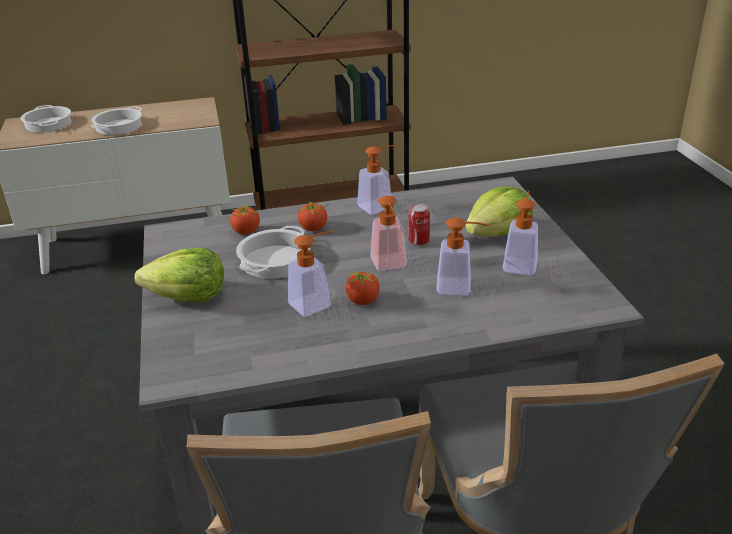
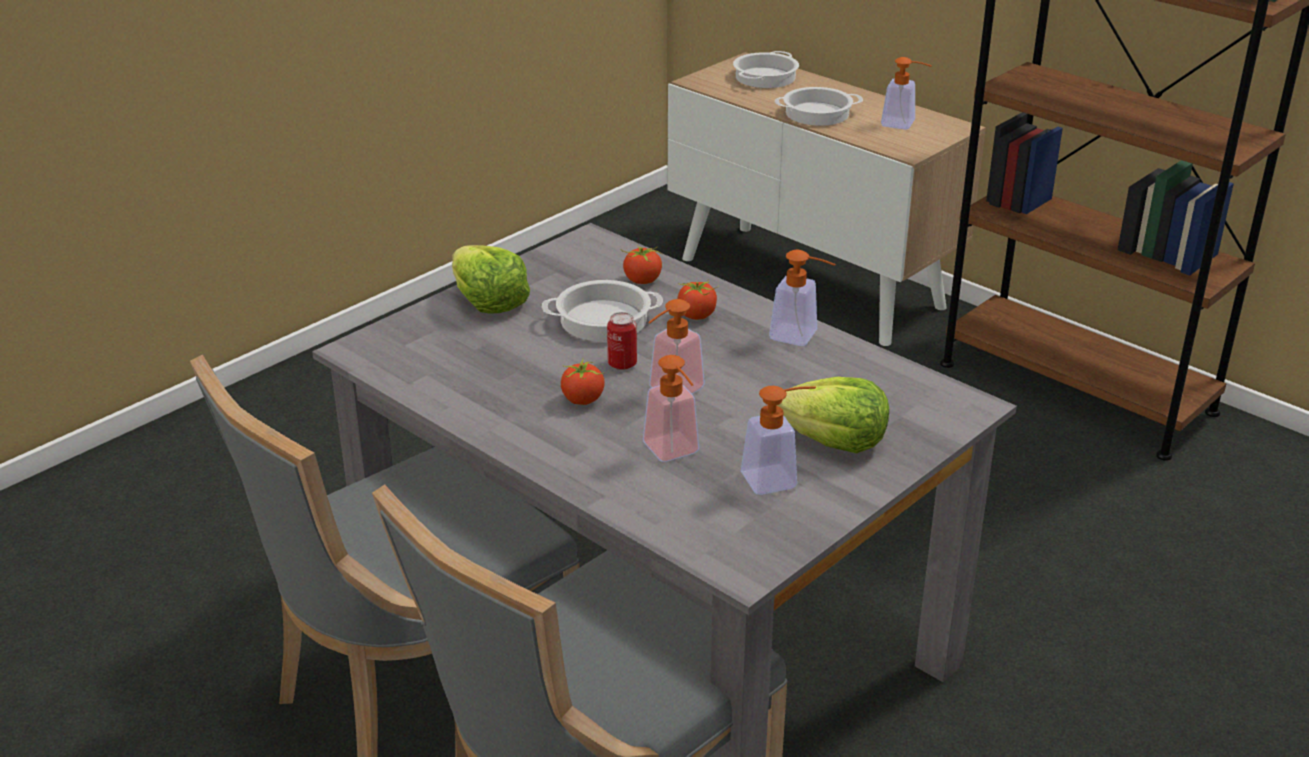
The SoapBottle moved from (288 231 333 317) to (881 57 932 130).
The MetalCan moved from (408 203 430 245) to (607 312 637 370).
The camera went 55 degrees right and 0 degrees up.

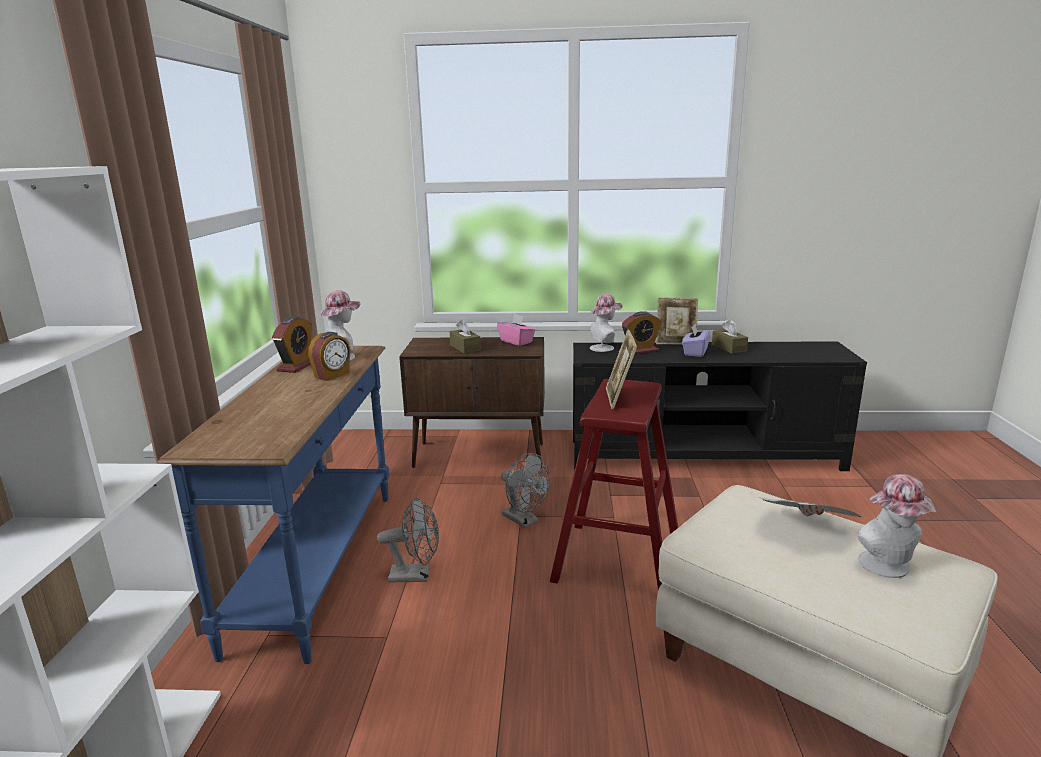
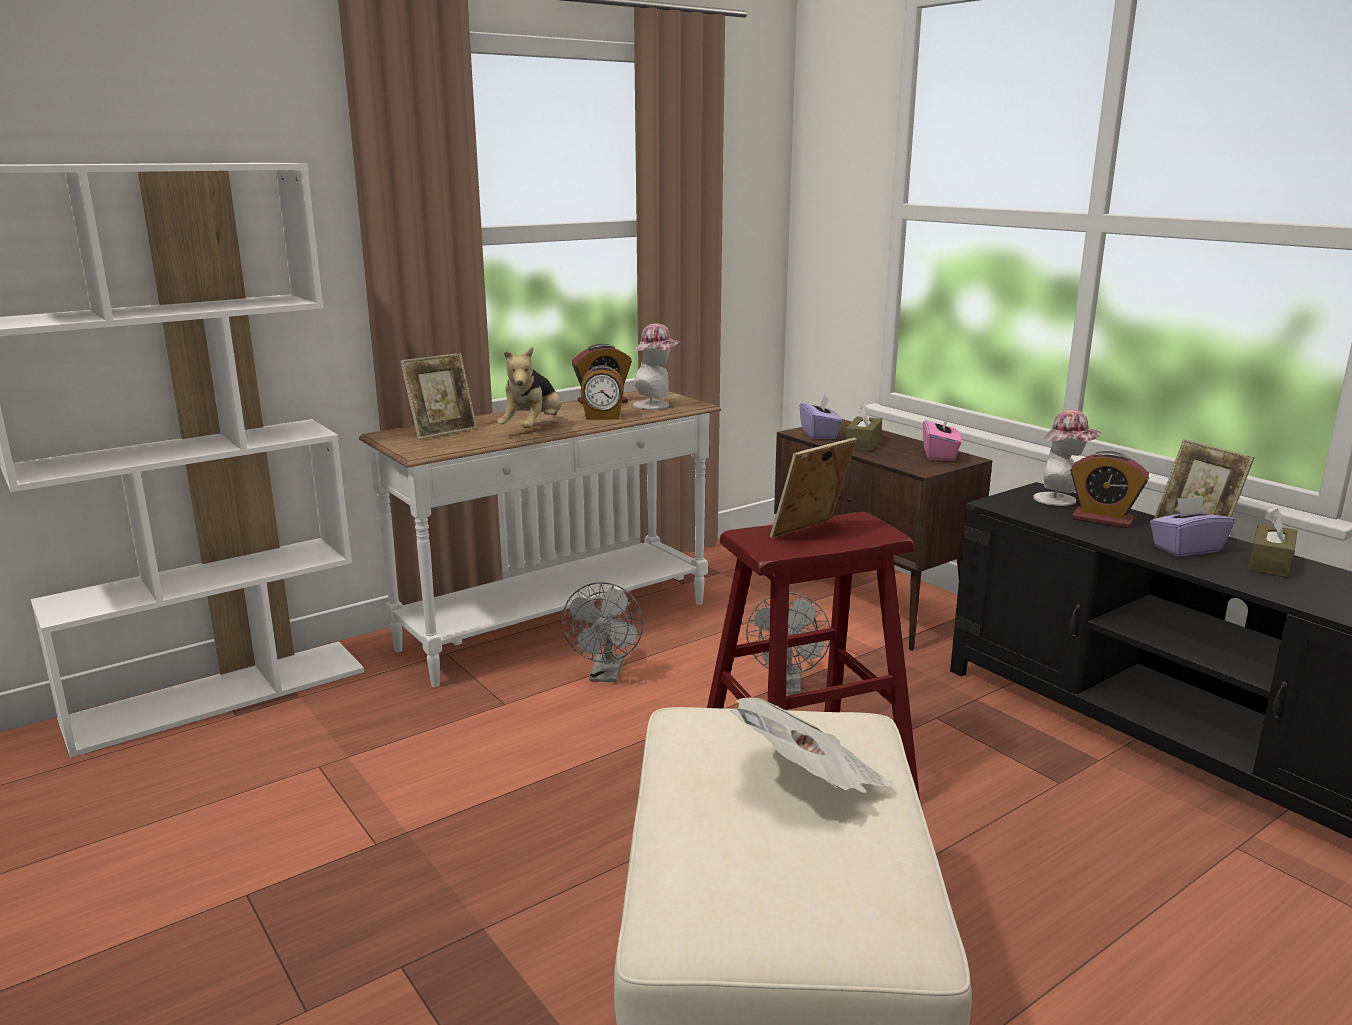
The BluishConsoleTable at (158 346 389 664) became the WhitishConsoleTable at (359 390 721 687).
The GreyElectricFan at (377 497 439 582) turned 45 degrees clockwise.
The Hat at (858 474 936 578) disappeared.
The StandingFrame at (400 353 477 440) appeared.
The SoftToy at (497 347 561 429) appeared.
The PurplishTissueBox at (800 394 842 439) appeared.
The camera went 50 degrees right and 0 degrees up.

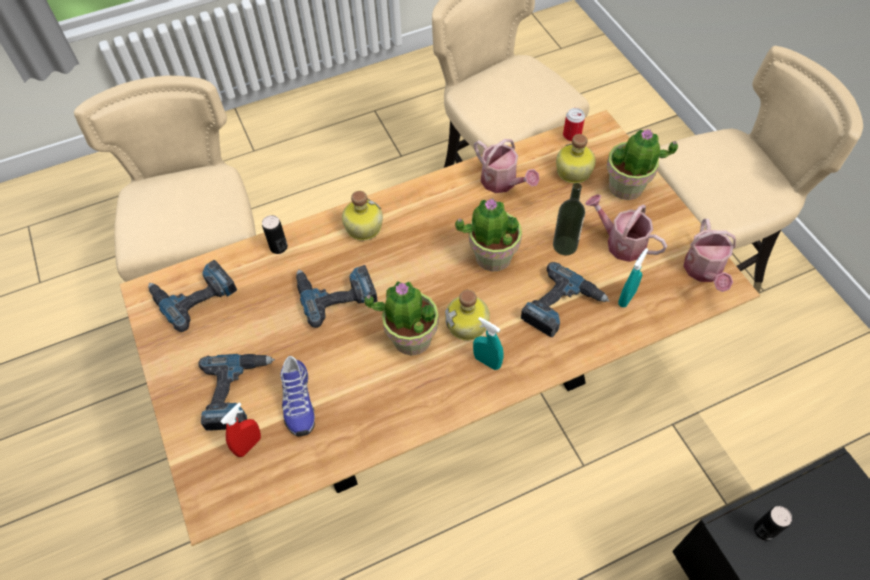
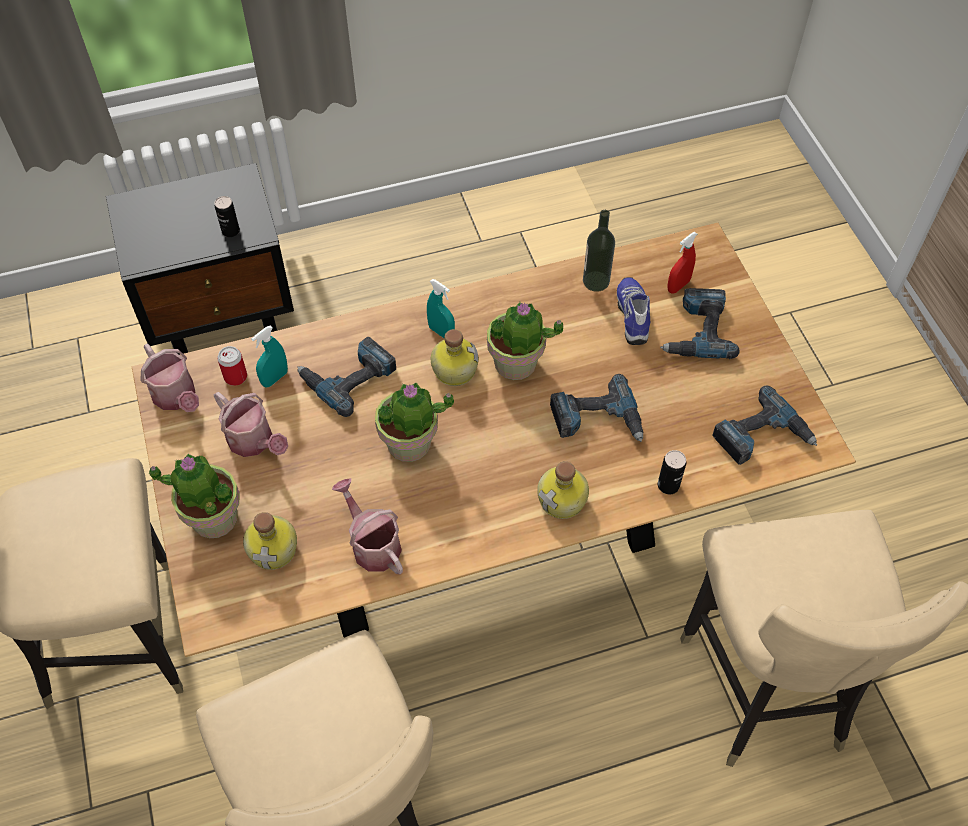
The BeverageBottle moved from (553 183 585 255) to (583 210 615 292).
The MetalCan moved from (563 108 585 141) to (217 346 247 386).
The SprinklingCan at (683 219 736 292) turned 135 degrees clockwise.
The camera went 175 degrees left and 0 degrees up.

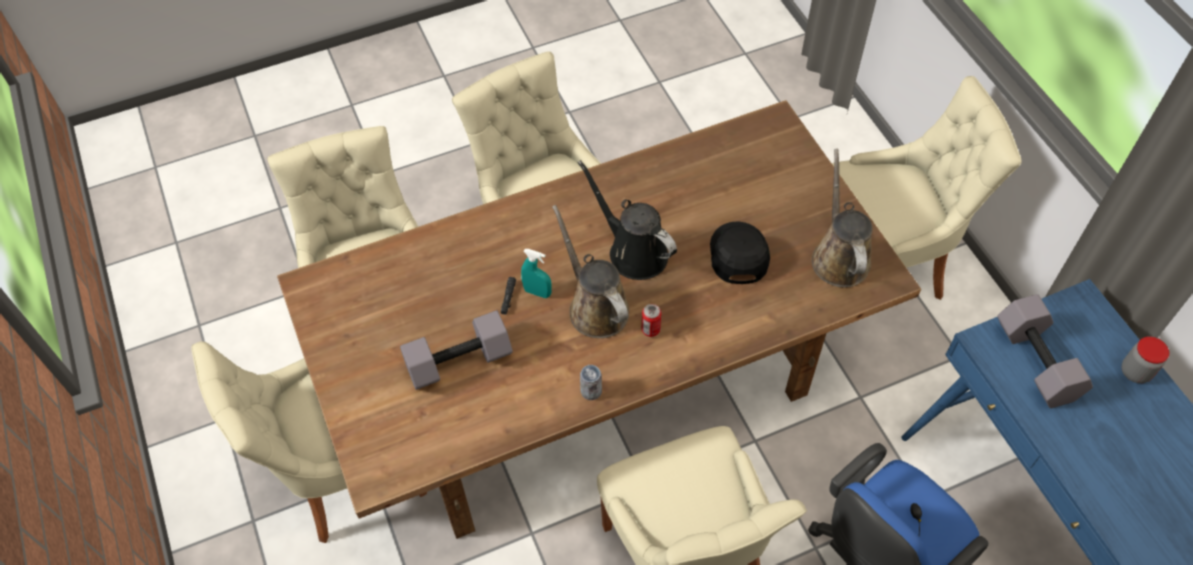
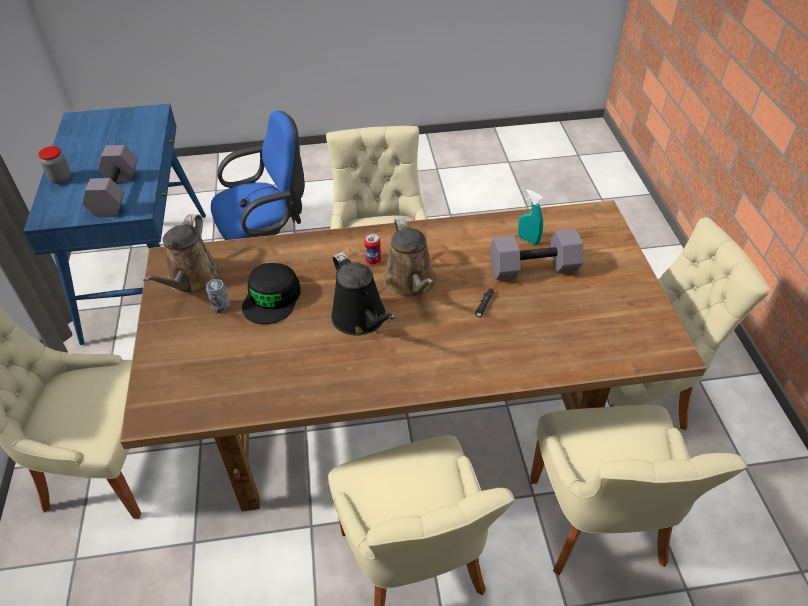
The BlueGreenSprayBottle moved from (521 249 552 298) to (518 189 543 245).
The MetalCan moved from (580 365 602 400) to (206 279 230 313).
The camera went 165 degrees left and 10 degrees down.

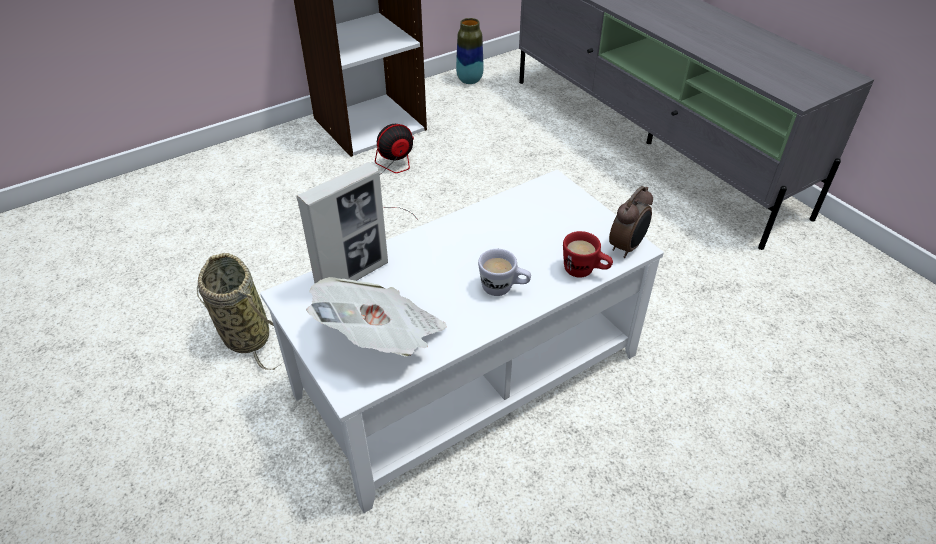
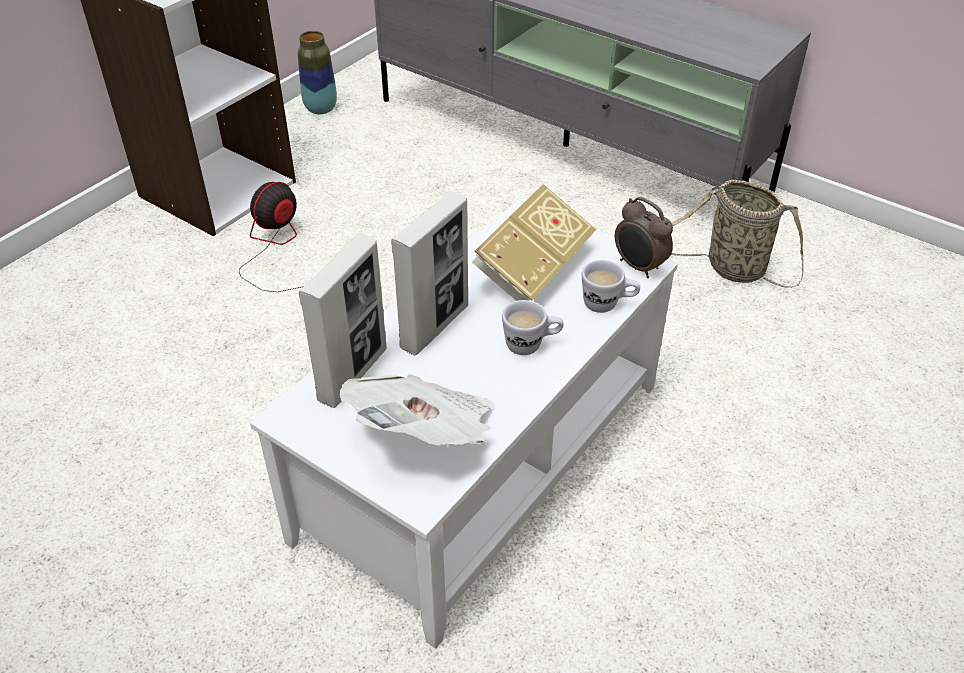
The Basket moved from (197 253 284 370) to (671 180 804 288).
The ReddishTeaMug at (563 231 613 278) became the WhitishTeaMug at (582 260 640 313).
The BedsideClock at (609 186 653 258) turned 120 degrees clockwise.
The StandingFrame at (391 191 468 355) appeared.
The Volume at (472 184 596 301) appeared.
The camera went 20 degrees left and 0 degrees up.

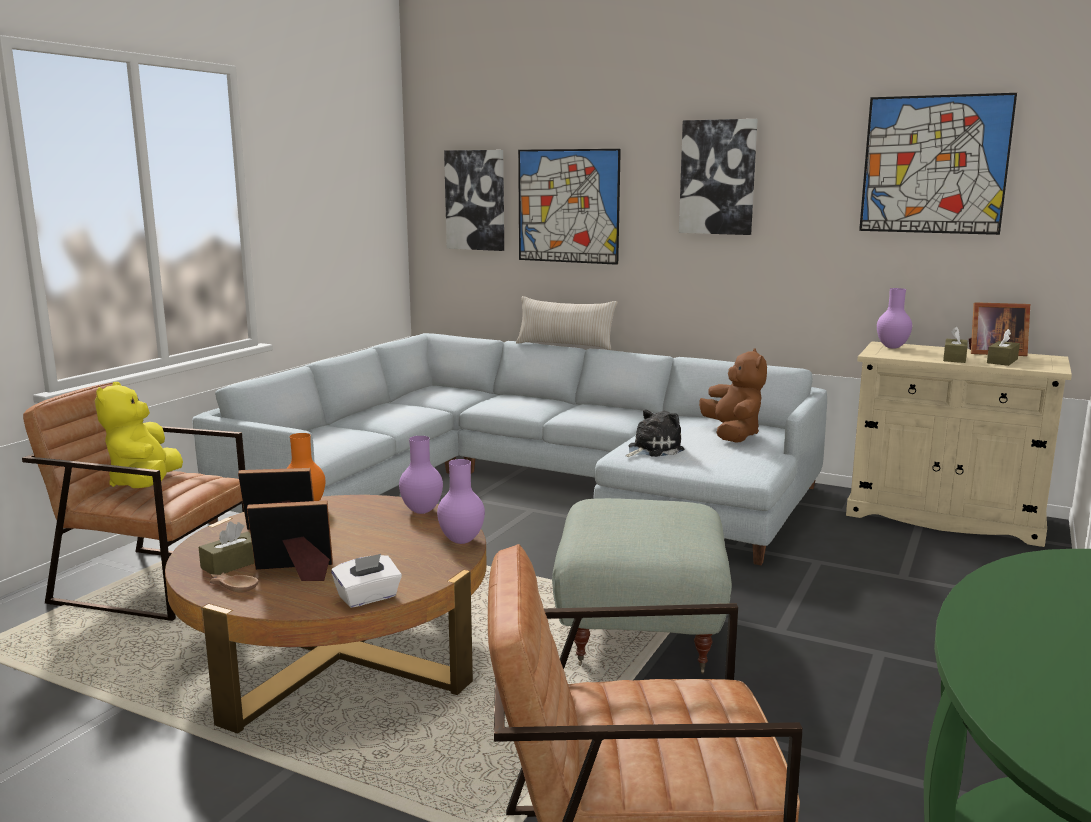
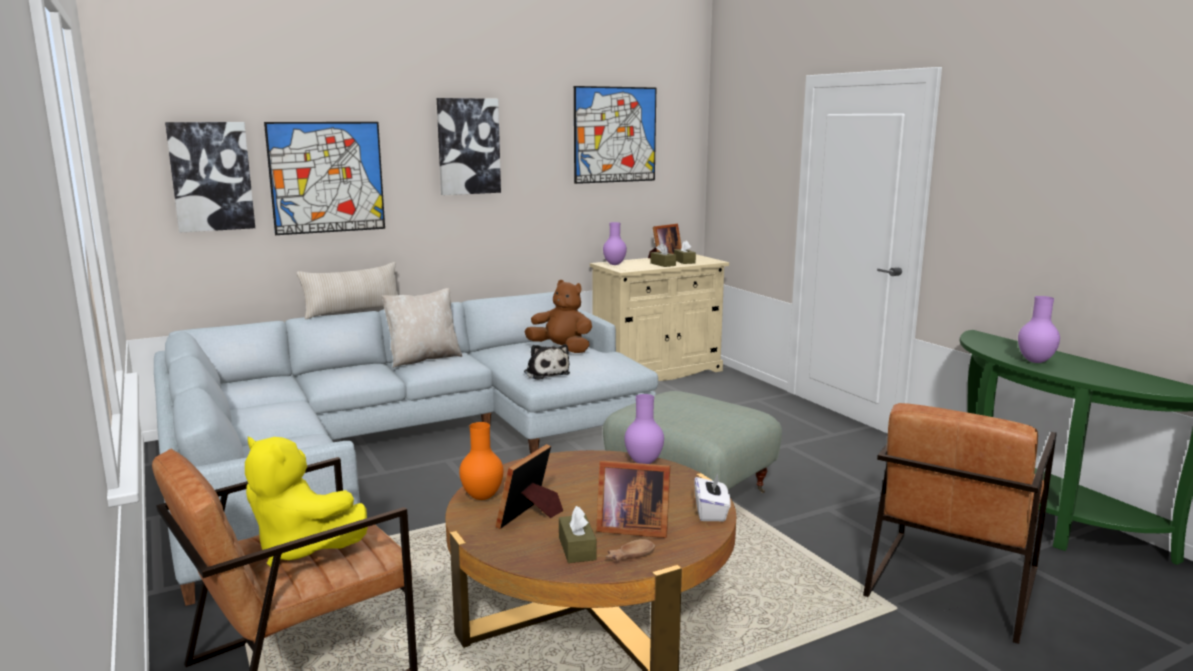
The StandingFrame at (247 500 333 581) turned 105 degrees counterclockwise.
The PurplishDecorativeVase moved from (399 436 443 514) to (1018 296 1060 363).
The SoftToy at (626 409 685 457) turned 150 degrees clockwise.
The BeigeColouredThrowPillow at (382 288 462 368) appeared.
The camera went 55 degrees left and 0 degrees up.

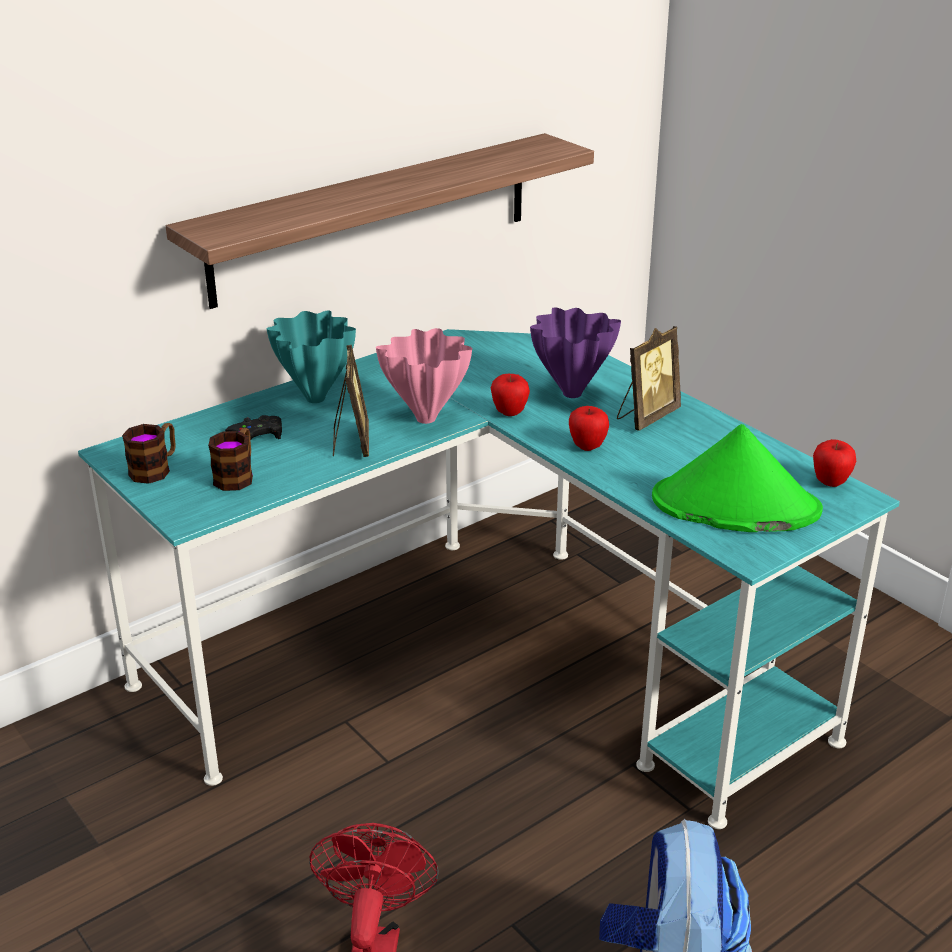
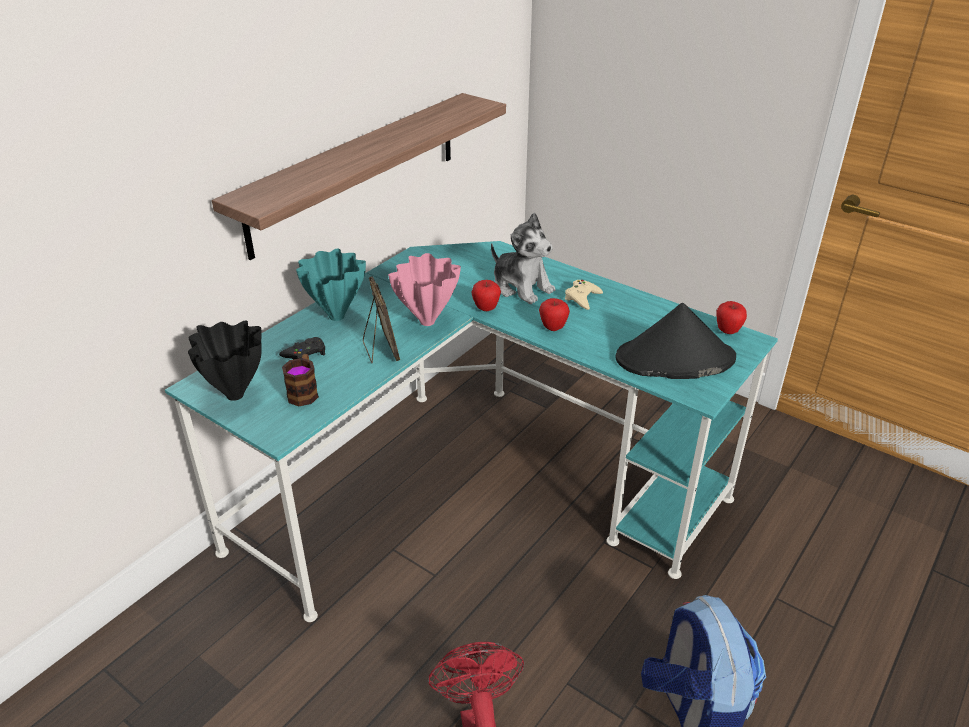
The TeaMug at (122 423 176 484) was replaced by the BlackDecorativeVase at (188 320 262 401).
The PurplishDecorativeVase at (530 307 621 398) was replaced by the SoftToy at (491 212 556 304).
The StandingFrame at (617 326 681 431) was replaced by the BeigeColouredGameController at (565 280 603 310).
The GreenishHat at (652 424 823 532) became the BlackHat at (616 303 736 379).
The camera went 15 degrees left and 5 degrees up.

